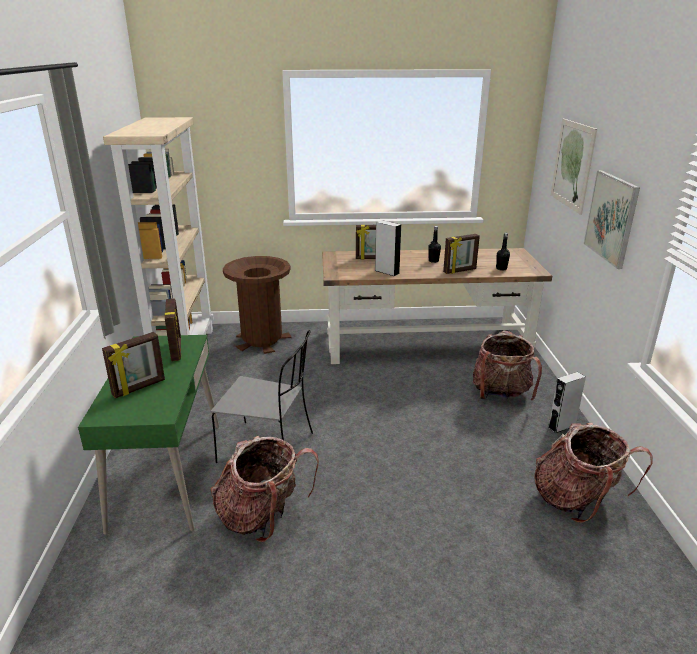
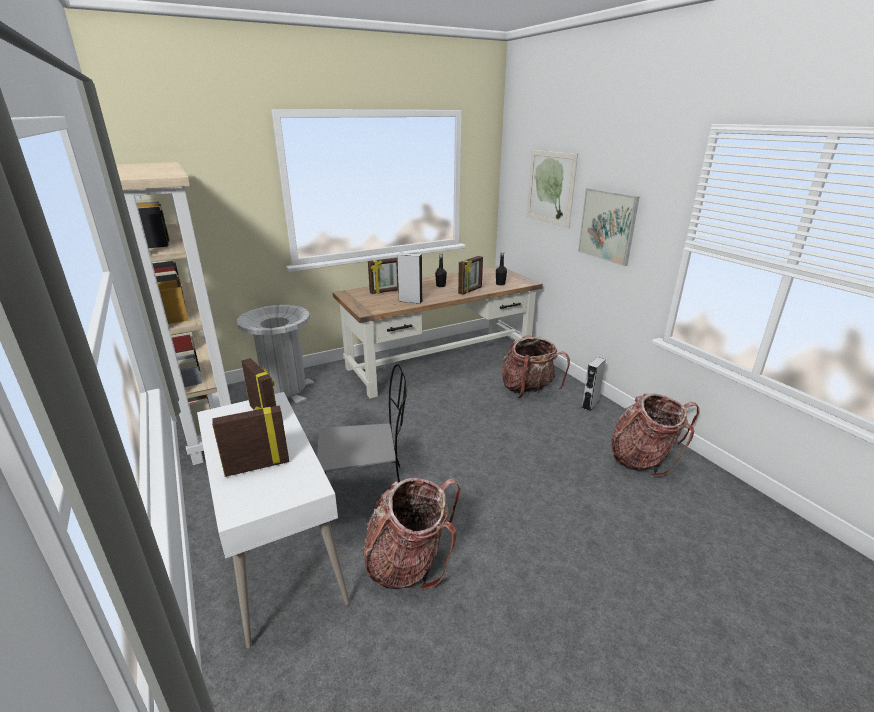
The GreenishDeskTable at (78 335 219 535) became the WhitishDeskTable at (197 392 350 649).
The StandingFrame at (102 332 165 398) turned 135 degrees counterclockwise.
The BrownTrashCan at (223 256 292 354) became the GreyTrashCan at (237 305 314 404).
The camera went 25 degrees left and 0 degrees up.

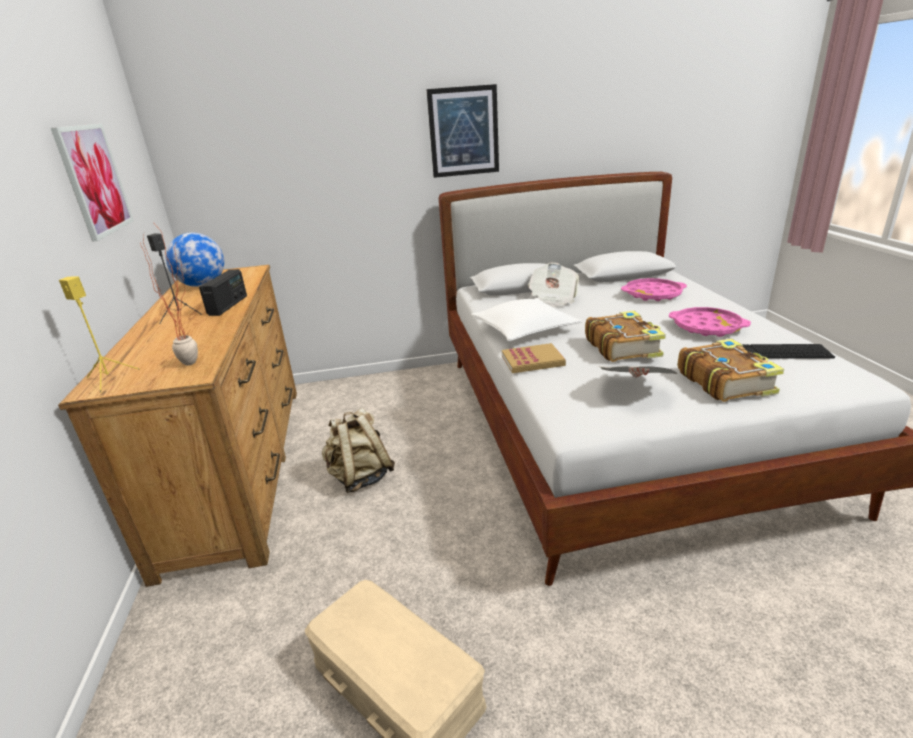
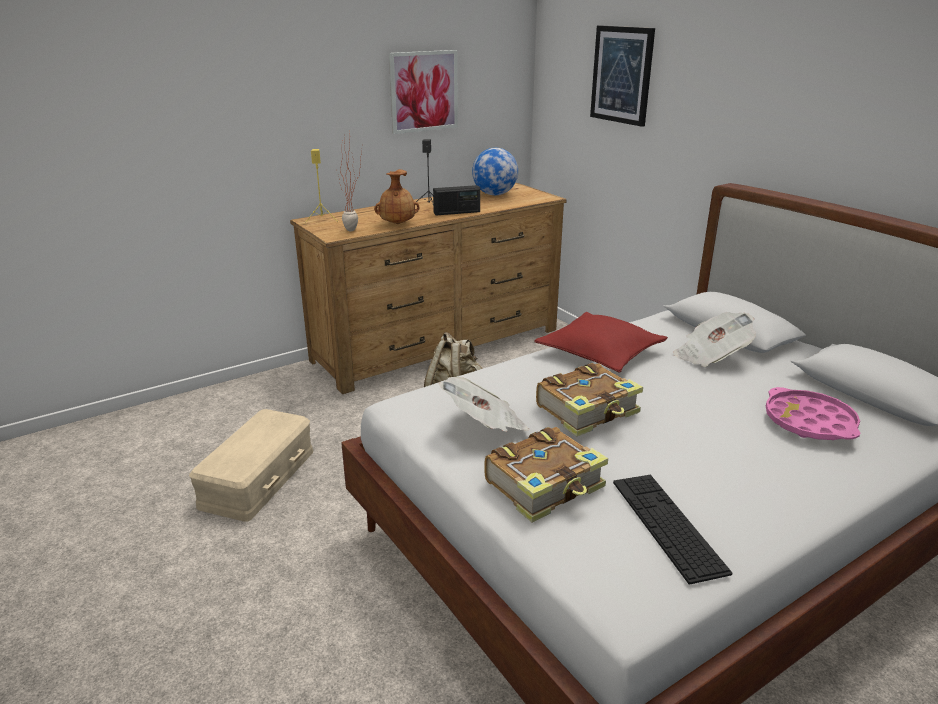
The WallArt moved from (426 84 499 178) to (590 25 655 127).
The WhitishThrowPillow at (471 298 582 342) became the ReddishThrowPillow at (534 312 668 373).
The Volume at (502 343 566 373) disappeared.
The PinkTray at (669 307 751 337) disappeared.
The BrownDecorativeVase at (374 169 419 224) appeared.
The camera went 65 degrees right and 0 degrees up.

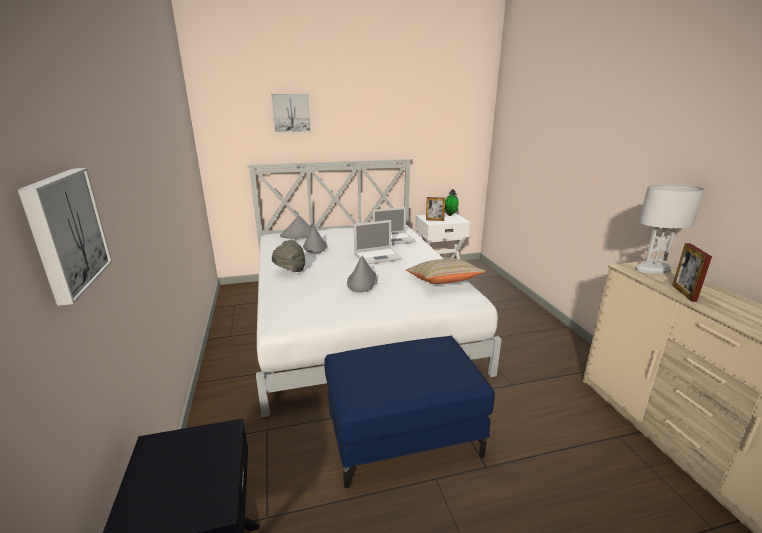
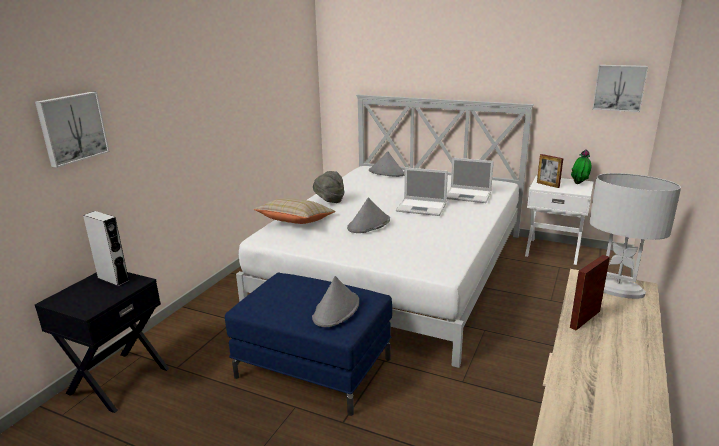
The WallArt moved from (271 93 311 133) to (592 65 648 112).
The GreyHat moved from (303 225 327 253) to (312 276 359 327).
The BeigeColouredThrowPillow moved from (406 258 486 284) to (254 198 336 224).
The GreyLoudspeaker at (83 211 129 286) appeared.
The camera went 40 degrees right and 0 degrees up.

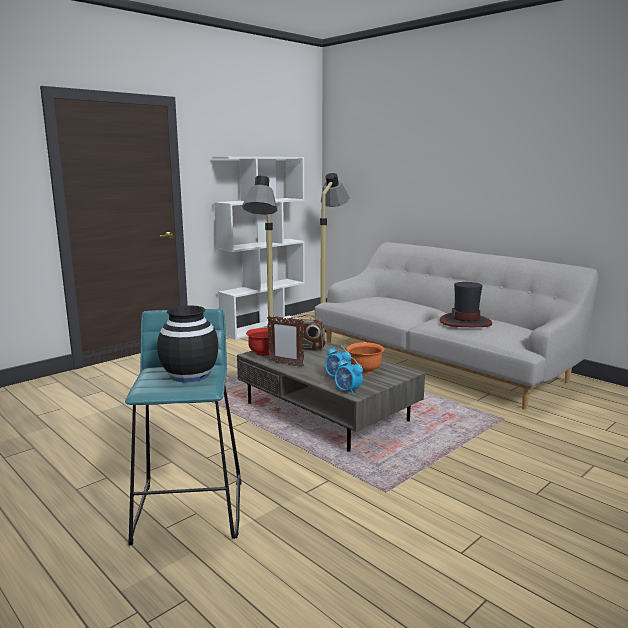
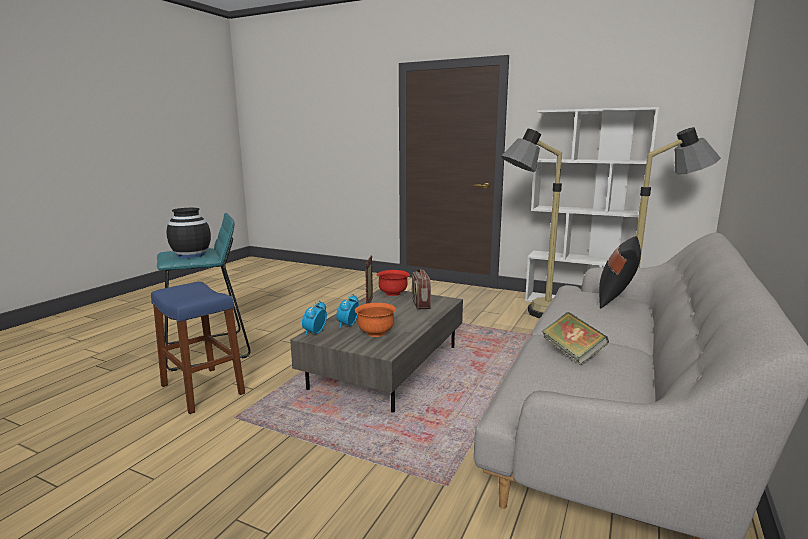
The Hat at (440 282 492 327) was replaced by the Volume at (542 312 609 365).
The BluishStool at (151 282 245 414) appeared.
The BlackThrowPillow at (599 236 641 308) appeared.
The camera went 70 degrees right and 0 degrees up.

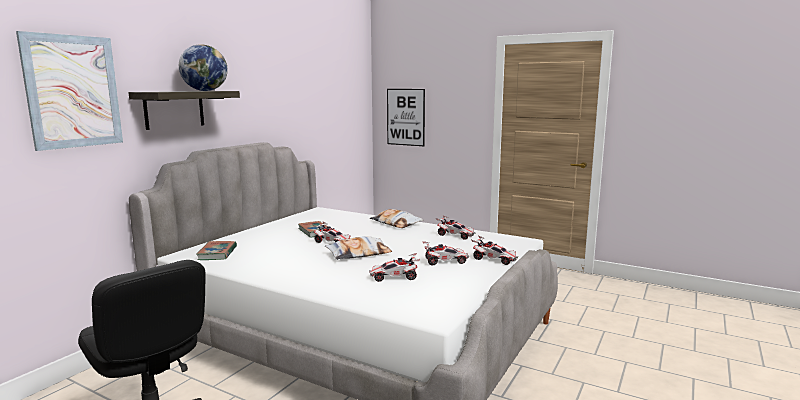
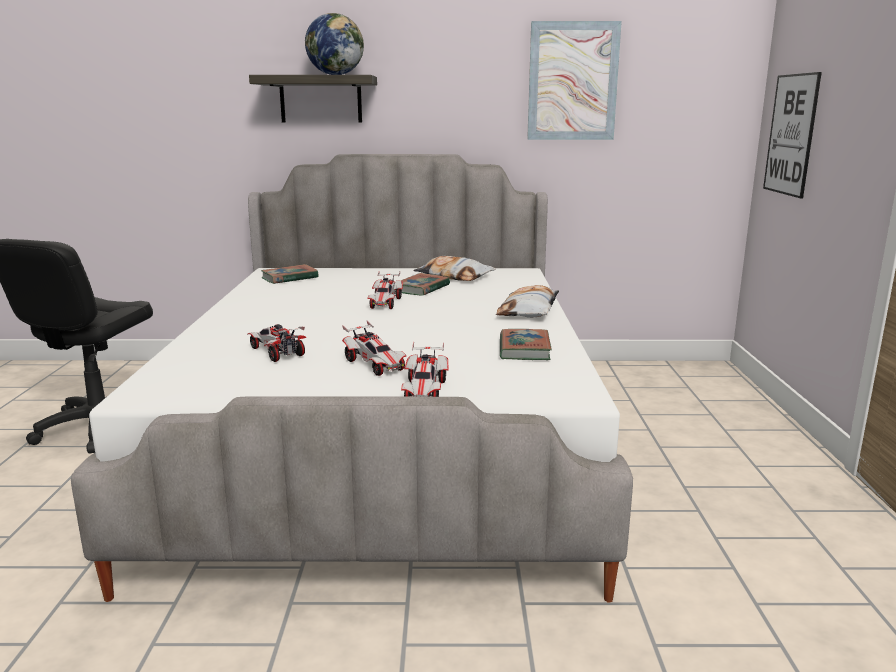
The WallArt moved from (16 31 123 151) to (527 21 622 140).
The ThrowPillow moved from (325 236 392 260) to (413 256 496 281).
The ModelCar at (436 216 476 240) was replaced by the Volume at (500 329 552 360).
The camera went 60 degrees right and 5 degrees up.

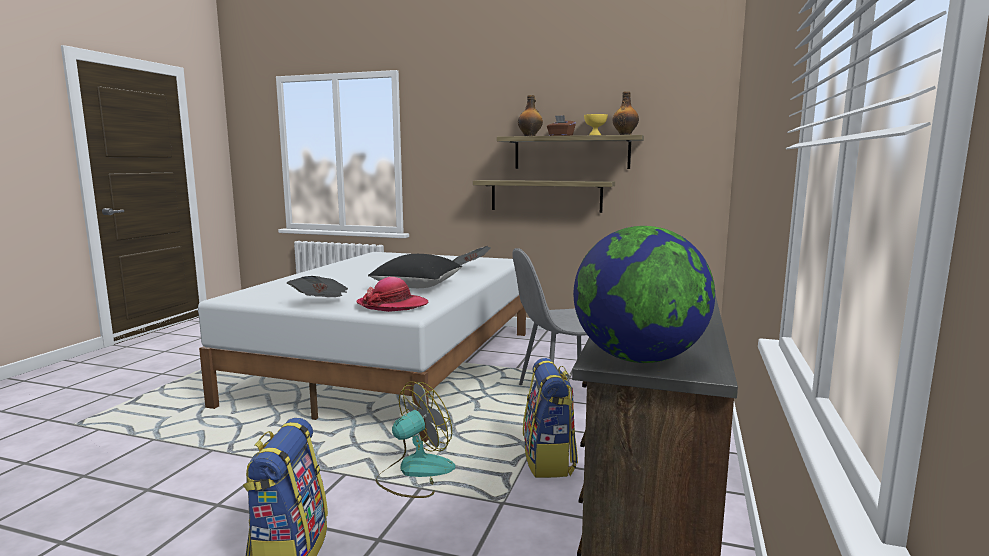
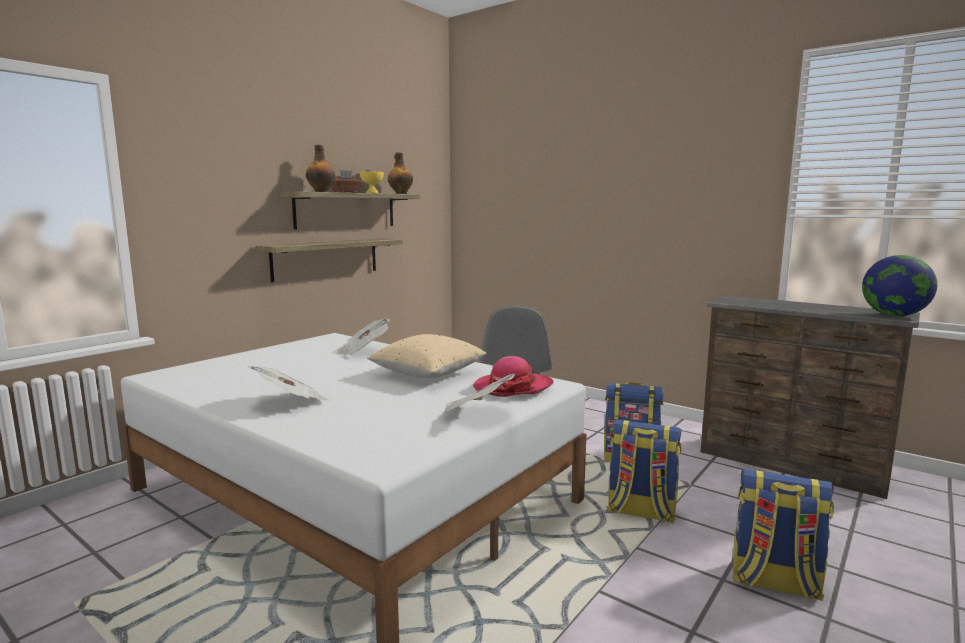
The BlackThrowPillow at (368 254 462 288) became the BeigeColouredThrowPillow at (367 334 487 378).
The ElectricFan at (375 382 456 498) was replaced by the Backpack at (607 419 682 523).
The Newspaper at (247 366 330 401) appeared.
The camera went 70 degrees left and 0 degrees up.

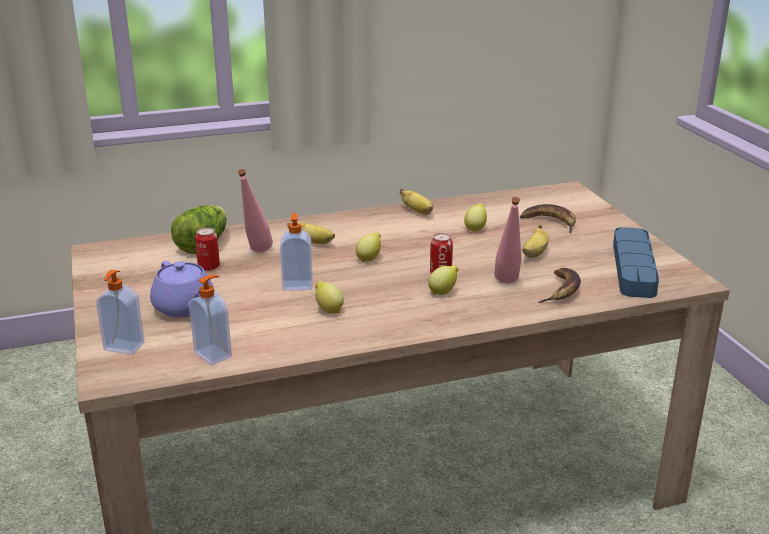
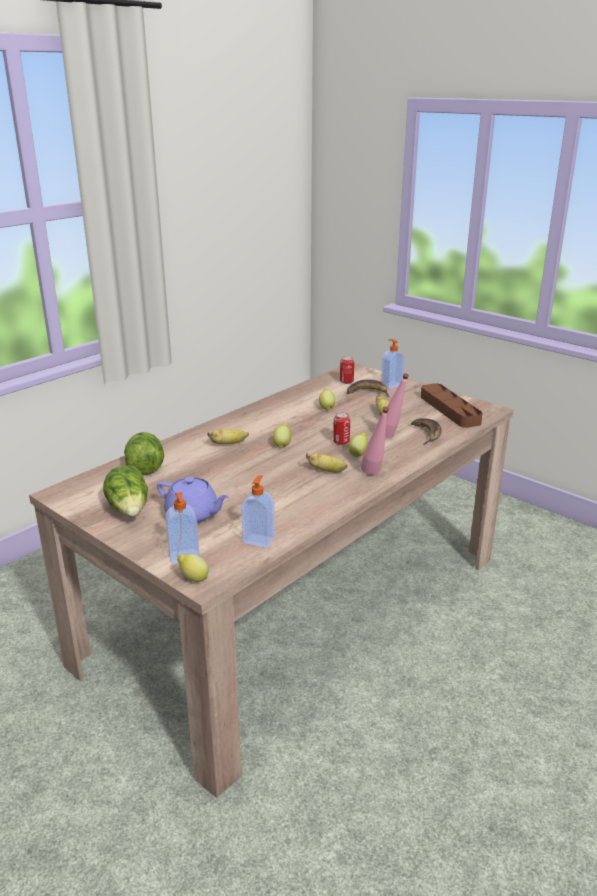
The MetalCan moved from (195 227 220 271) to (340 356 354 384).
The PinkBeverageBottle moved from (238 169 273 252) to (360 406 389 475).
The SoapBottle moved from (280 213 313 291) to (381 339 405 389).
The Lemon moved from (315 281 344 314) to (177 554 209 582).
The Banana moved from (399 188 433 215) to (306 453 347 473).
The BluishTray at (613 227 659 298) became the BrownTray at (421 383 482 428).
The HeadOfLettuce at (103 465 148 516) appeared.
The camera went 30 degrees left and 0 degrees up.

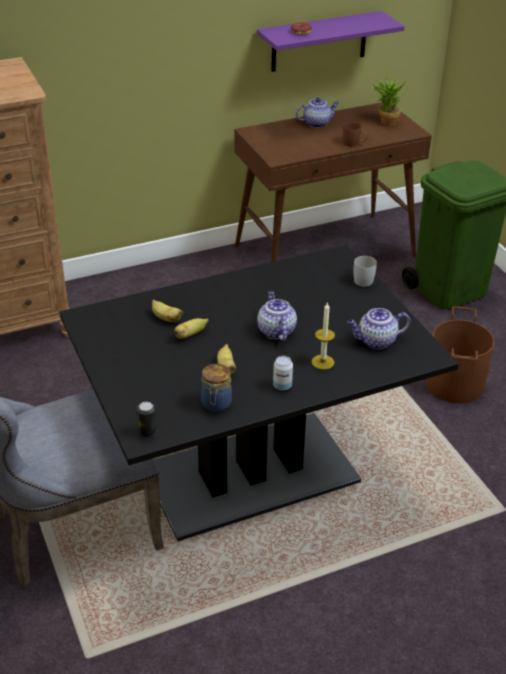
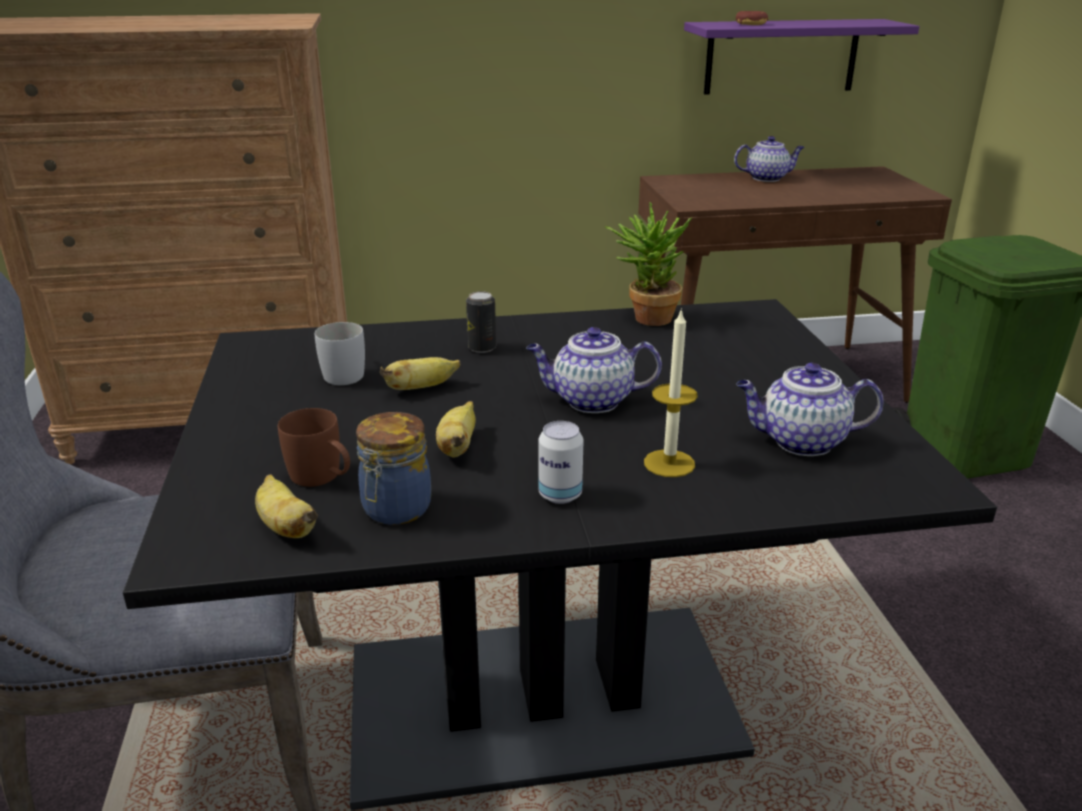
The MetalCan moved from (137 402 157 437) to (466 291 496 353).
The Banana moved from (152 300 184 322) to (255 474 318 538).
The Teapot at (257 291 297 341) turned 90 degrees counterclockwise.
The BrownTeaMug moved from (343 122 367 147) to (278 408 350 487).
The WhitishTeaMug moved from (353 256 377 287) to (315 322 365 385).
The PottedPlant moved from (370 74 406 126) to (605 202 692 326).
The BrownPail at (425 307 494 404) disappeared.
The camera went 15 degrees right and 10 degrees down.

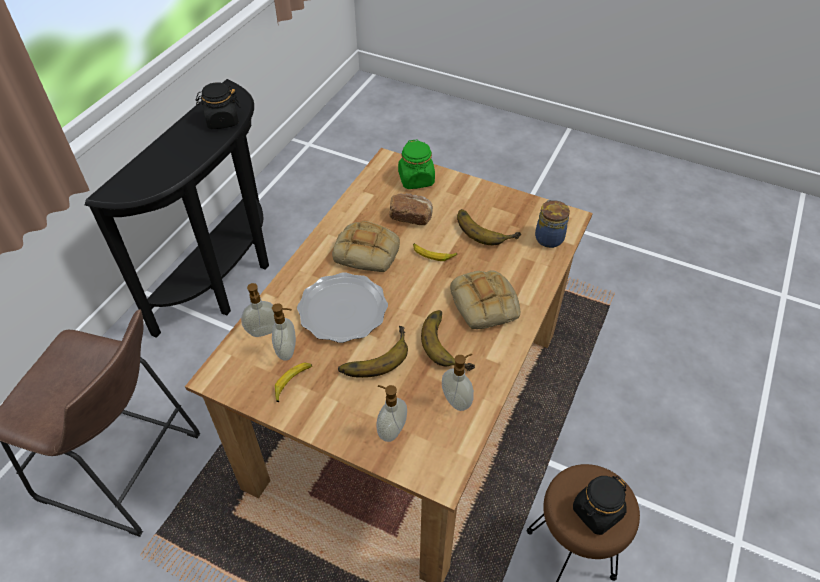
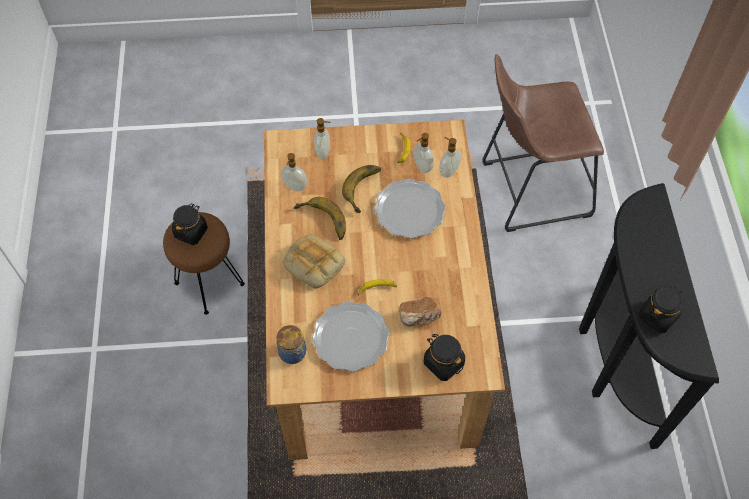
The Bread at (332 221 400 273) disappeared.
The GreenishStorageJar at (398 139 435 189) became the BlackStorageJar at (424 334 465 381).
The Banana at (457 209 521 245) was replaced by the Plate at (312 301 389 372).
The camera went 150 degrees right and 10 degrees up.

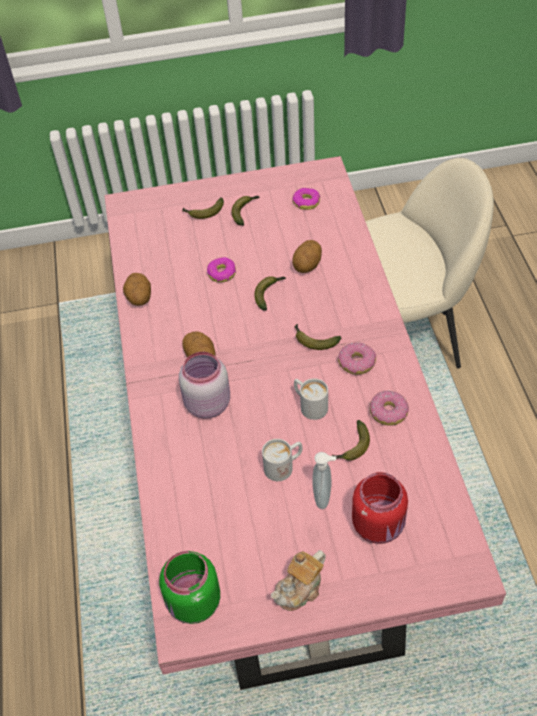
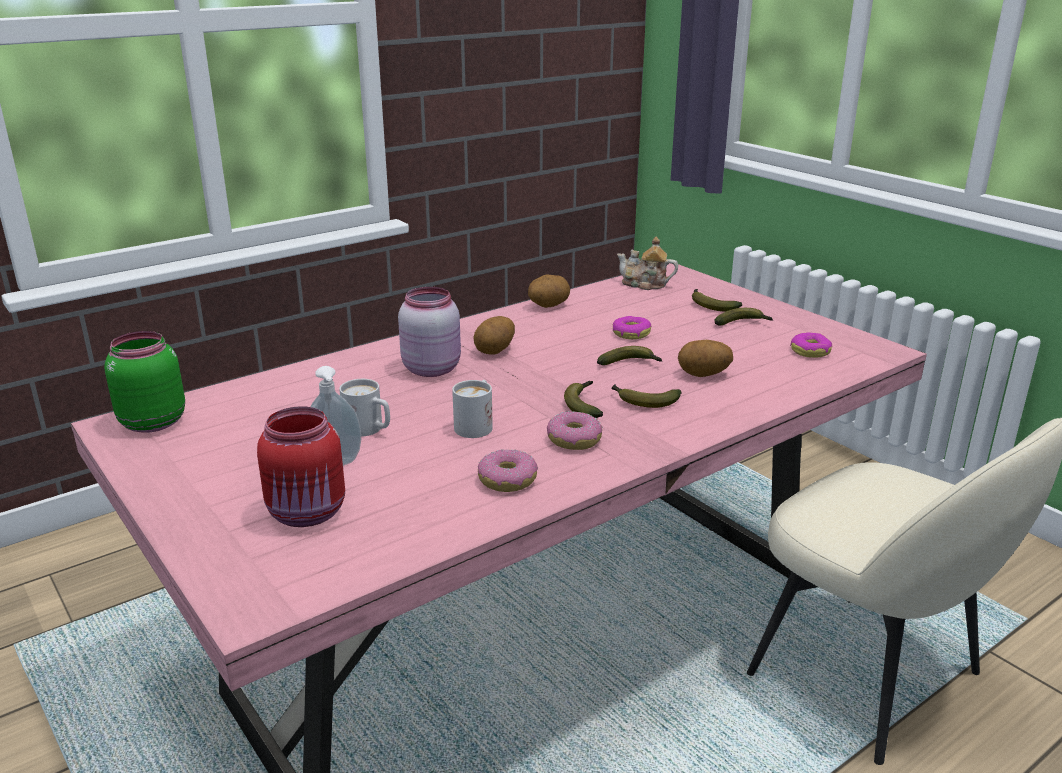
The Teapot moved from (271 550 326 611) to (617 237 678 290).
The Banana moved from (332 420 370 460) to (611 384 681 408).
The camera went 60 degrees right and 25 degrees down.

